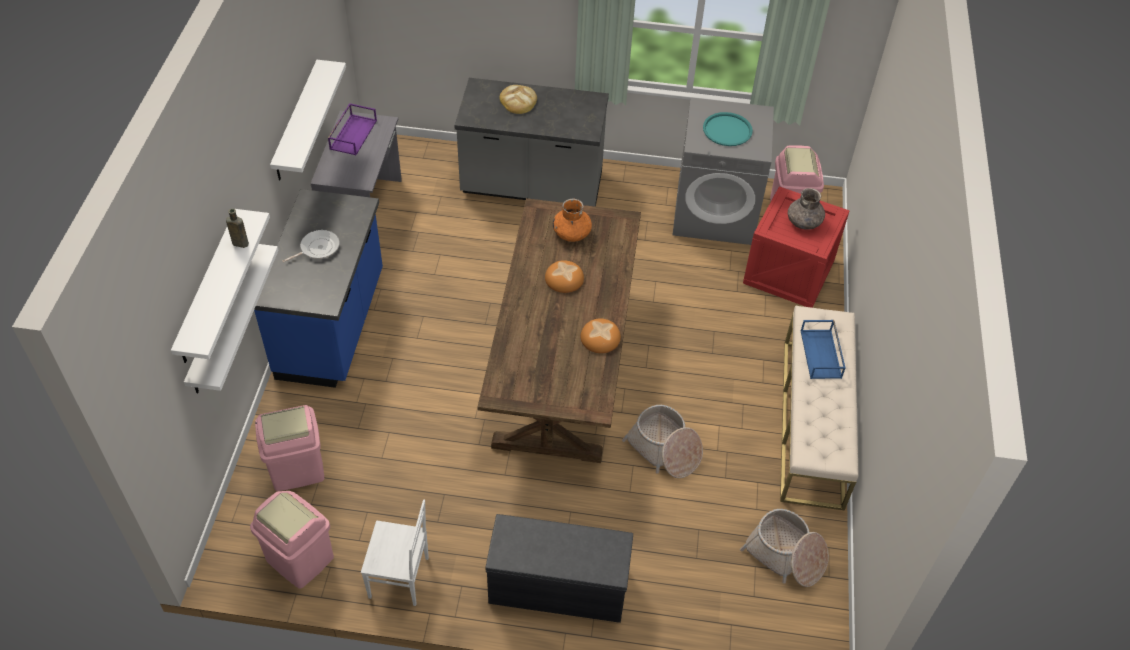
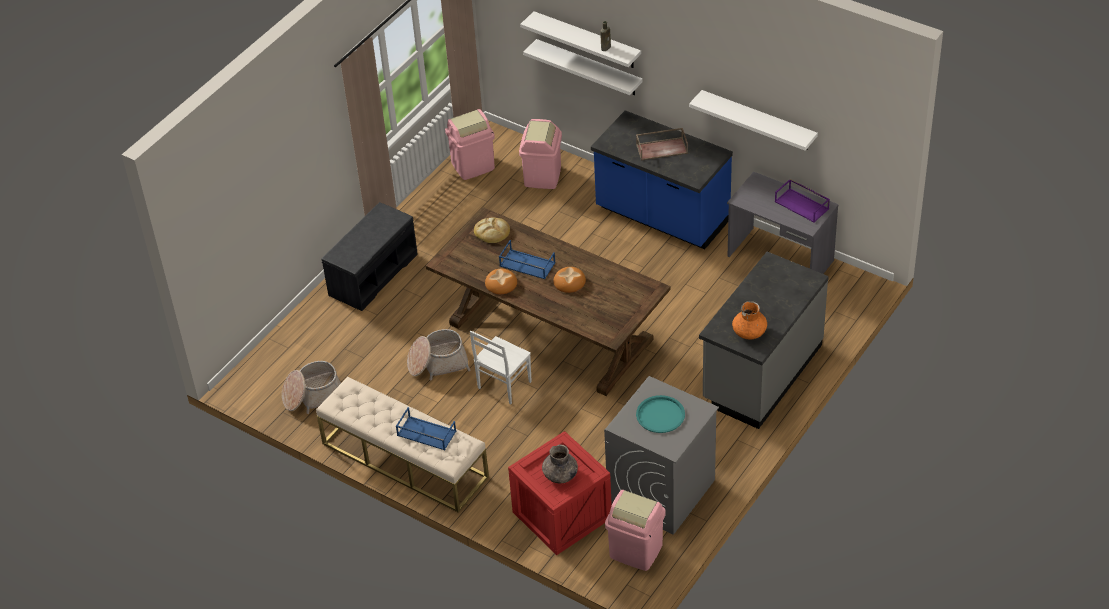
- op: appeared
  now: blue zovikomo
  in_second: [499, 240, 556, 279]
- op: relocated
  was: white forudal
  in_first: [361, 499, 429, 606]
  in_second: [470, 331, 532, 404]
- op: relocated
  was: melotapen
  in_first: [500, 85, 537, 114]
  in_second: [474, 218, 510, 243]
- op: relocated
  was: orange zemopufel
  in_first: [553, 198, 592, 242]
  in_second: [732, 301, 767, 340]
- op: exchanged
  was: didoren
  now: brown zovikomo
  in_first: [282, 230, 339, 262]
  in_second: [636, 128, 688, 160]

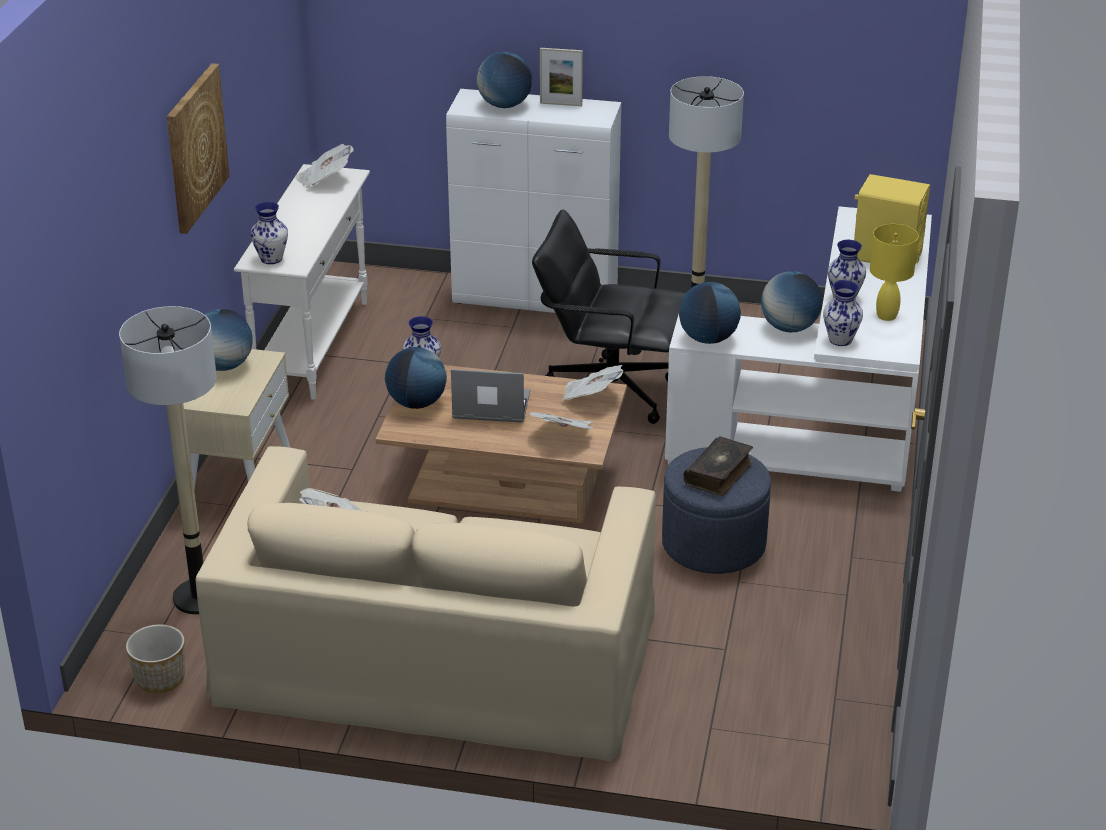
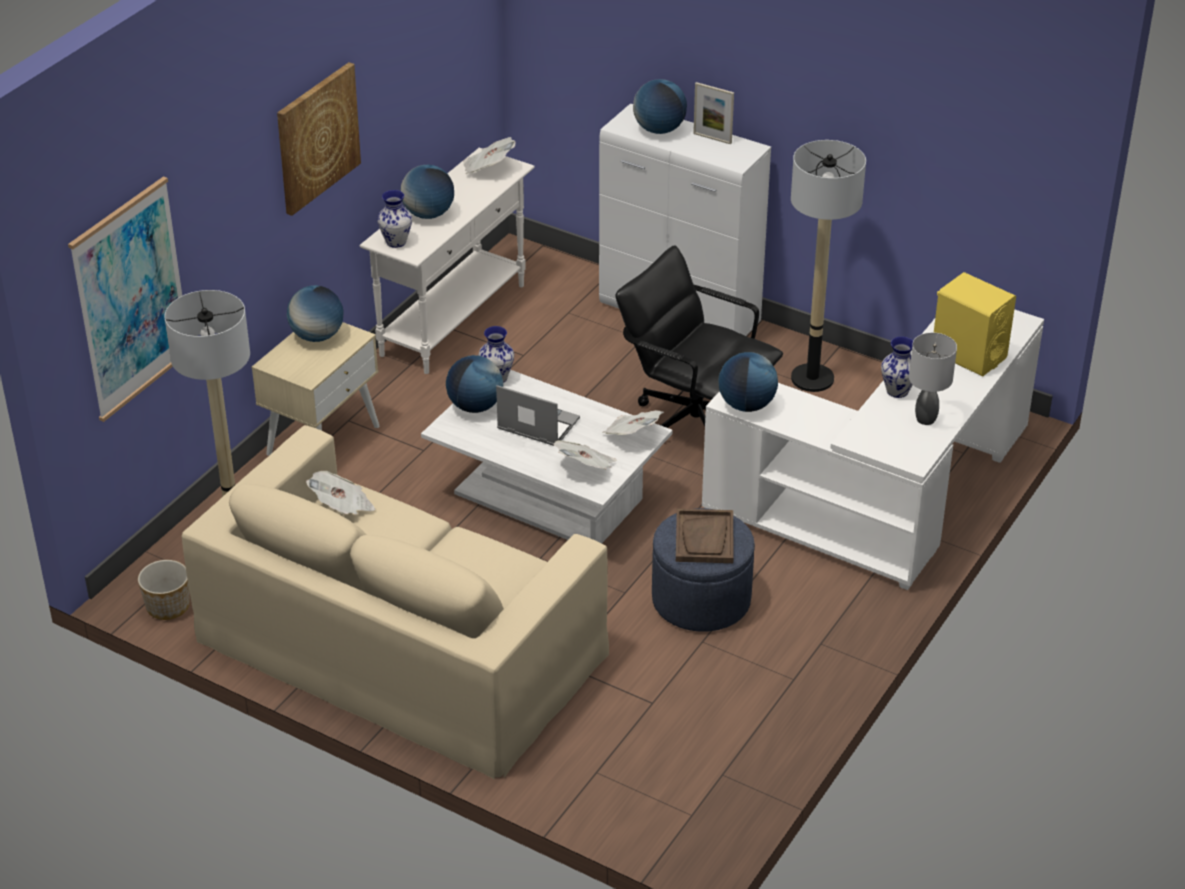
- op: missing
  was: zemopufel
  in_first: [823, 280, 863, 346]
- op: appeared
  now: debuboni
  in_second: [68, 176, 182, 422]
- op: relocated
  was: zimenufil
  in_first: [761, 271, 822, 332]
  in_second: [401, 165, 454, 219]
- op: exchanged
  was: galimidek
  now: brown zovikomo
  in_first: [683, 436, 753, 496]
  in_second: [676, 509, 734, 563]
- op: colour
  was: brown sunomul
  now: white sunomul
  in_first: [375, 365, 627, 523]
  in_second: [421, 370, 672, 543]
- op: colour
  was: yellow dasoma
  now: grey dasoma
  in_first: [870, 224, 918, 321]
  in_second: [909, 333, 957, 425]

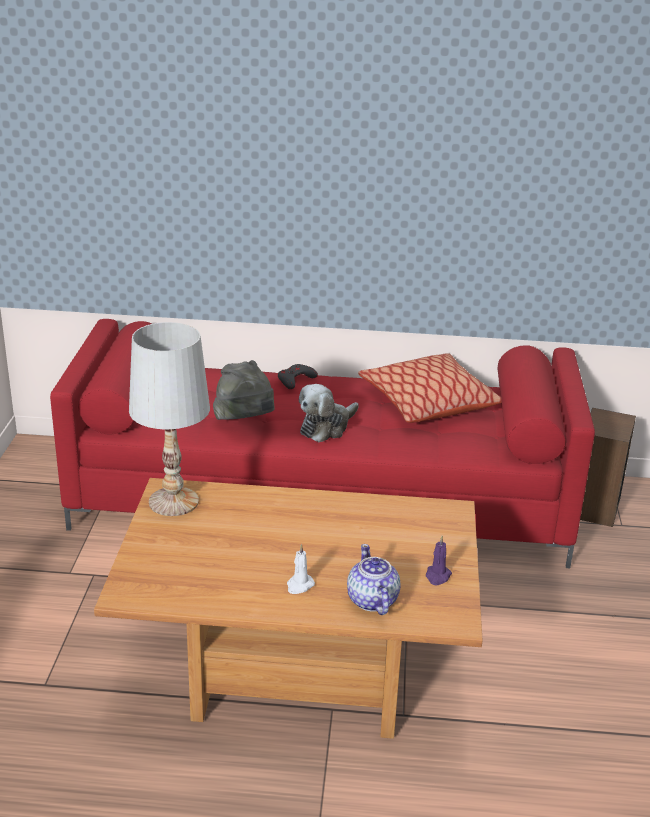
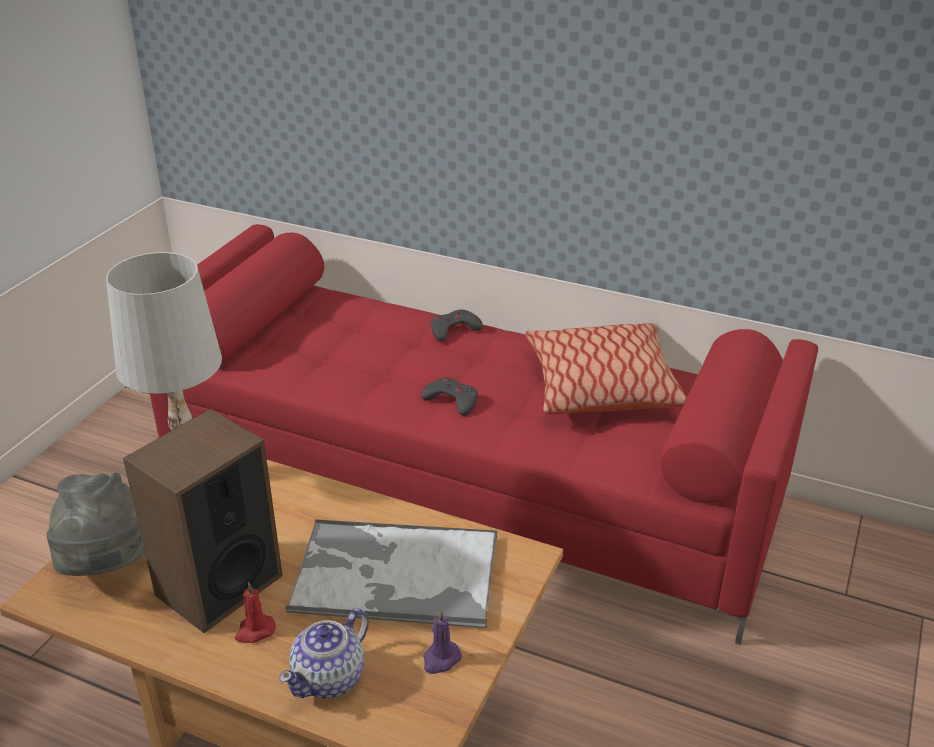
- op: appeared
  now: zovikomo
  in_second: [285, 519, 497, 628]
- op: relocated
  was: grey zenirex
  in_first: [213, 360, 275, 420]
  in_second: [47, 473, 145, 576]
- op: relocated
  was: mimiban
  in_first: [580, 408, 636, 527]
  in_second: [123, 409, 283, 633]
- op: exchanged
  was: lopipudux
  now: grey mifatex
  in_first: [299, 384, 359, 442]
  in_second: [421, 377, 478, 416]
- op: colour
  was: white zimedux
  now: red zimedux
  in_first: [287, 544, 315, 594]
  in_second: [235, 582, 276, 643]
- op: spun
  was: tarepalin
  in_first: [347, 544, 401, 615]
  in_second: [279, 608, 369, 698]
  clockwise: -150

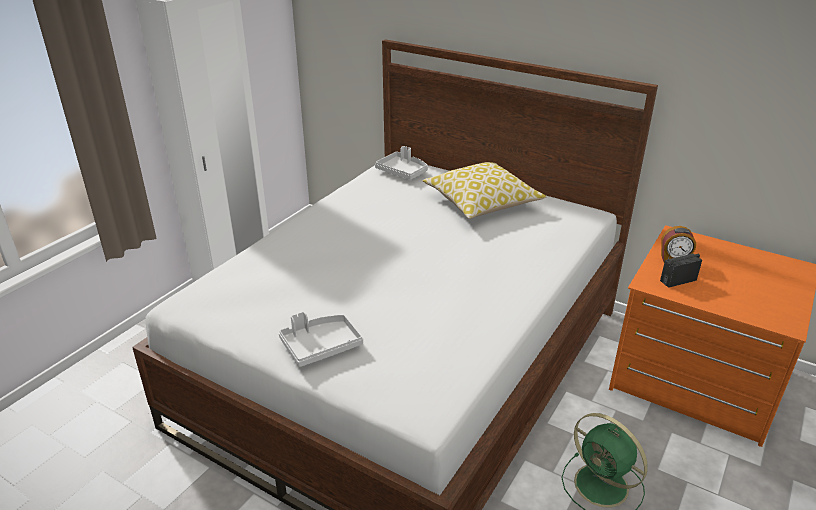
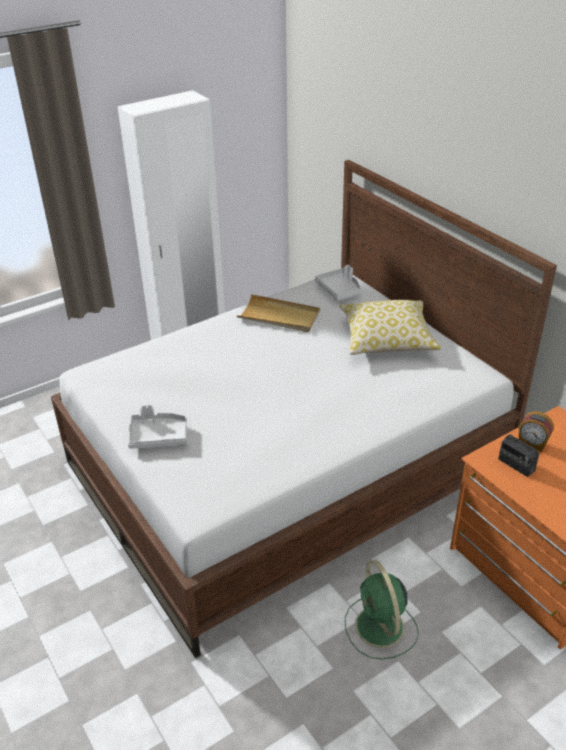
- op: appeared
  now: beige zovikomo
  in_second: [237, 294, 320, 332]
- op: spun
  was: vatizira
  in_first: [660, 238, 702, 288]
  in_second: [498, 435, 540, 477]
  clockwise: -135

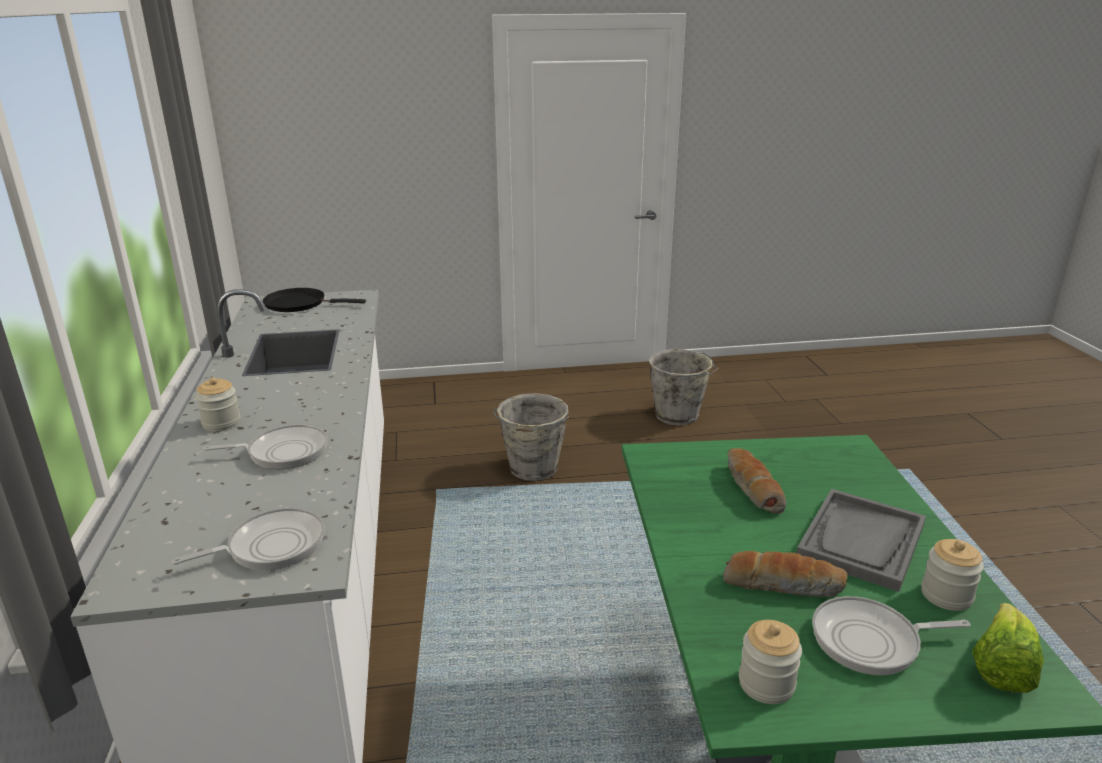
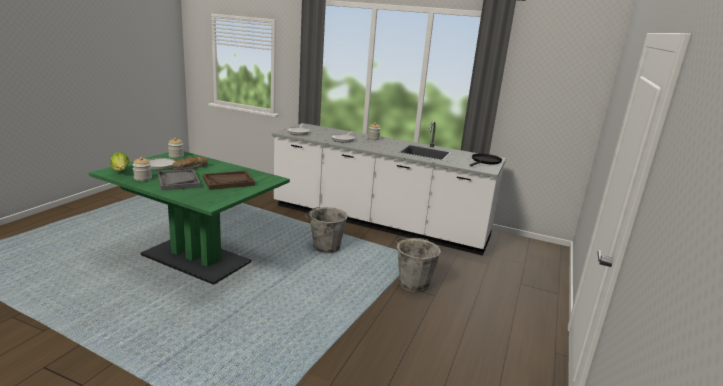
- op: relocated
  was: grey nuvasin
  in_first: [648, 349, 719, 426]
  in_second: [305, 207, 348, 253]
- op: exchanged
  was: melotapen
  now: brown zovikomo
  in_first: [728, 448, 786, 514]
  in_second: [203, 171, 255, 190]

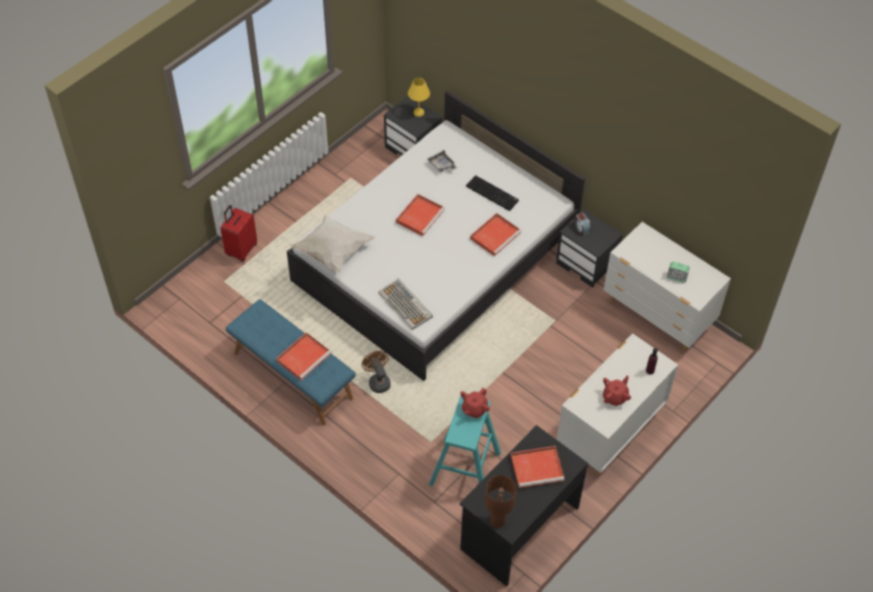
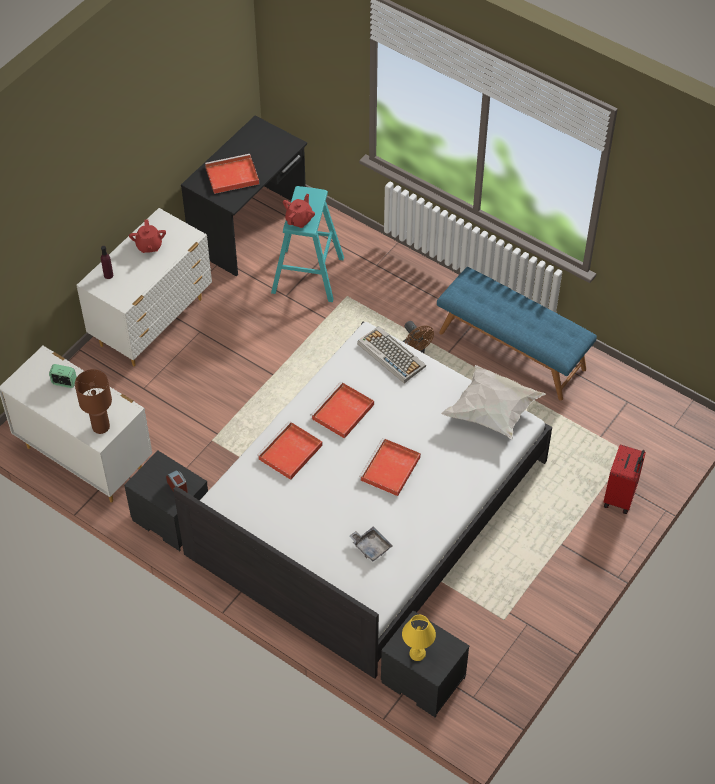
- op: missing
  was: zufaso
  in_first: [466, 175, 519, 211]
- op: relocated
  was: red zovikomo
  in_first: [276, 332, 331, 380]
  in_second: [310, 382, 374, 439]
- op: relocated
  was: brown dasoma
  in_first: [485, 475, 517, 528]
  in_second: [75, 369, 112, 434]
- op: spun
  was: red tarepalin
  in_first: [603, 376, 631, 406]
  in_second: [129, 219, 166, 253]
  clockwise: -45

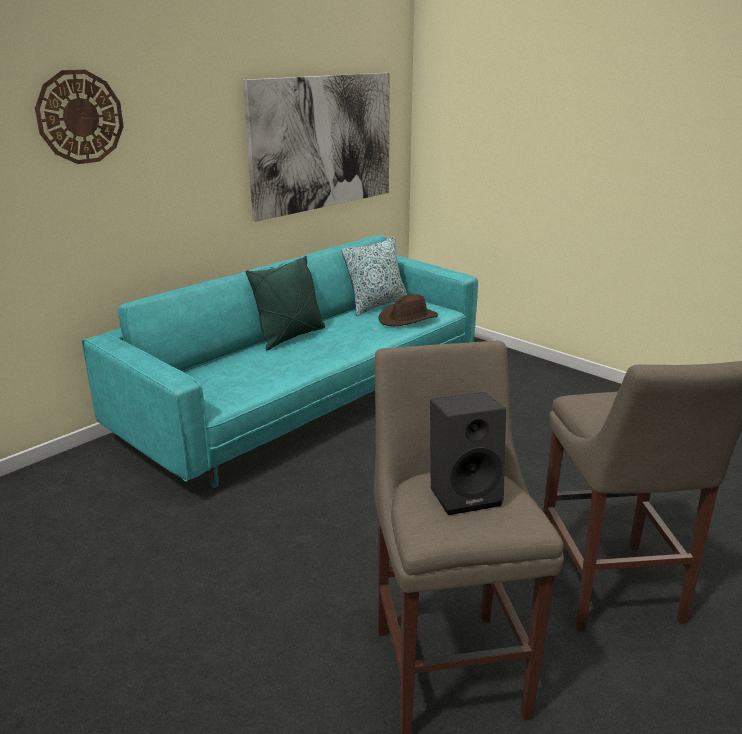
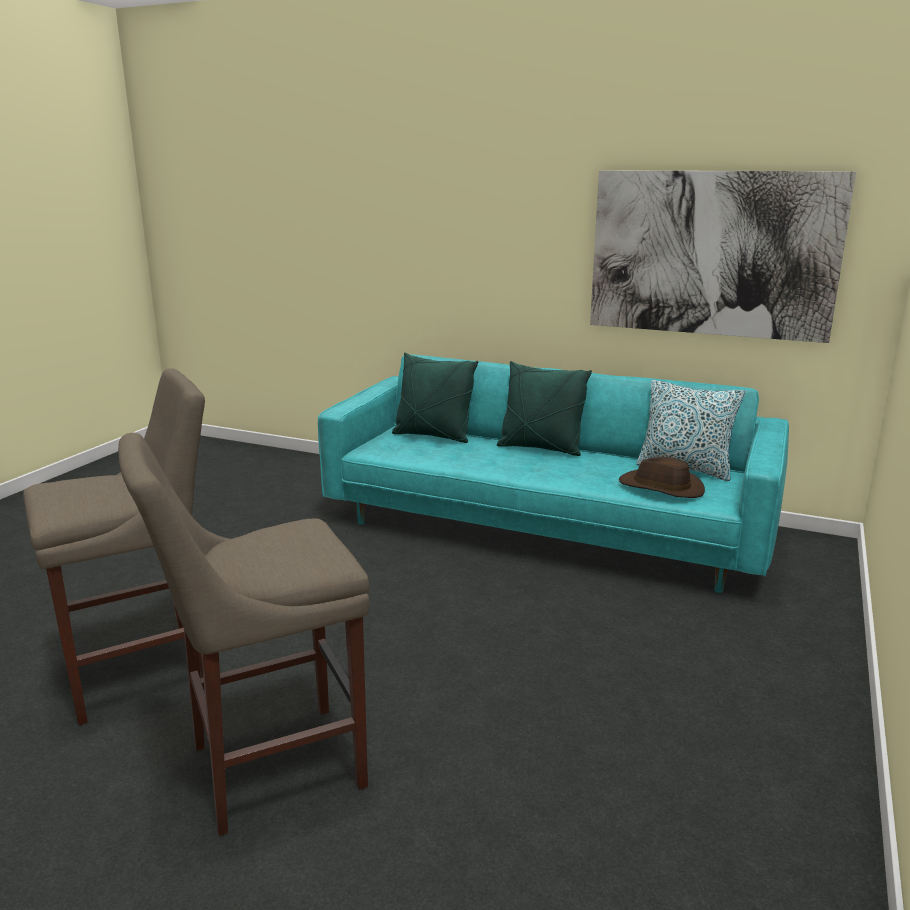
- op: missing
  was: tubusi
  in_first: [35, 70, 124, 164]
- op: missing
  was: black mimiban
  in_first: [430, 392, 506, 515]
- op: appeared
  now: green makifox
  in_second: [392, 352, 478, 443]

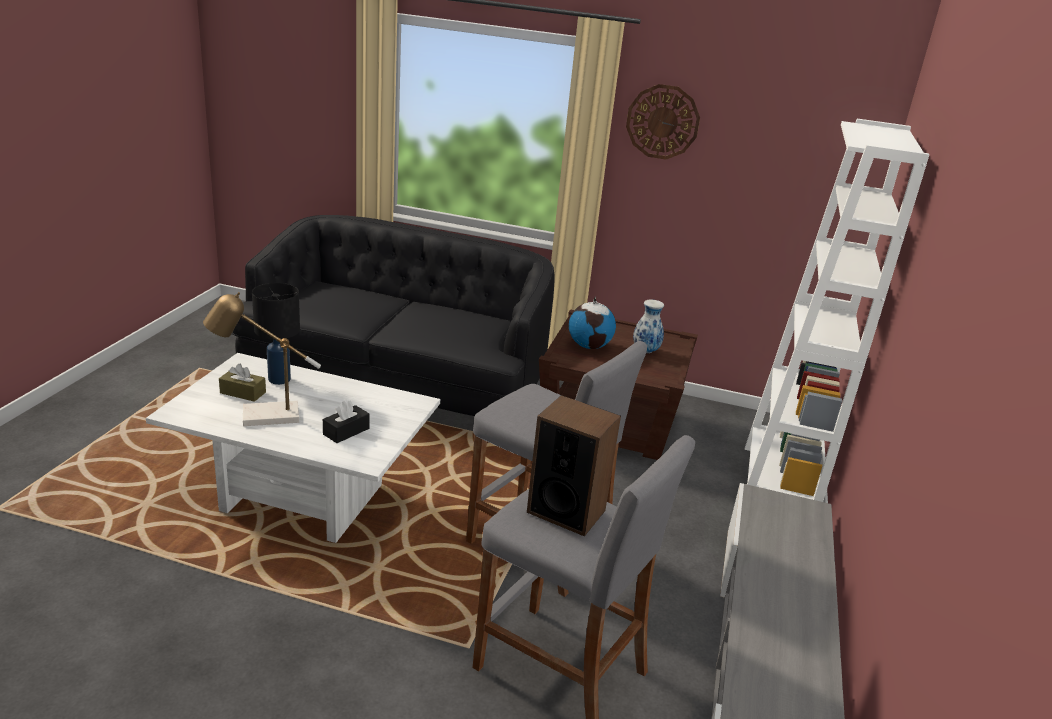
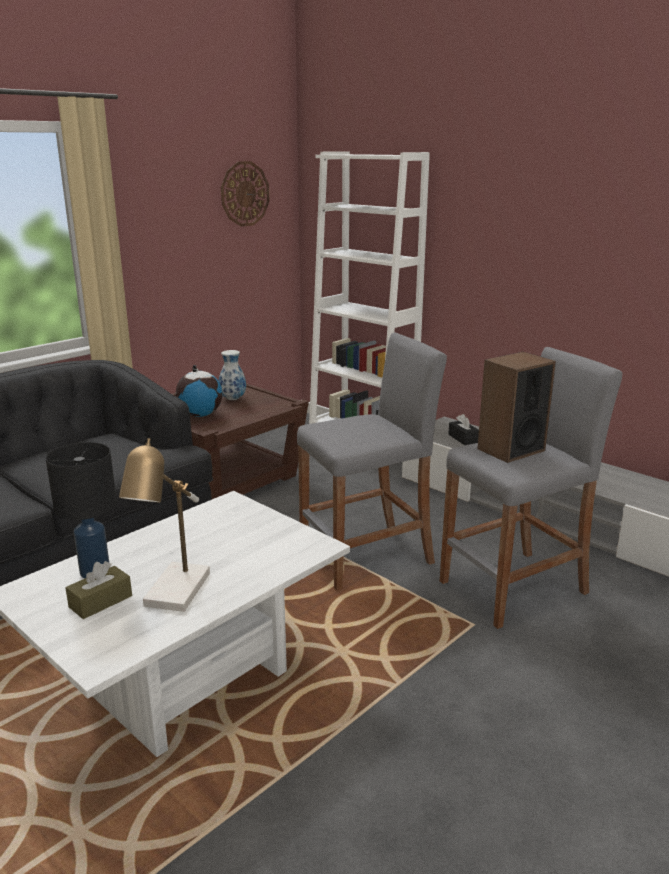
- op: relocated
  was: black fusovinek
  in_first: [323, 400, 370, 443]
  in_second: [448, 414, 479, 445]
- op: relocated
  was: tubusi
  in_first: [626, 84, 700, 160]
  in_second: [221, 161, 269, 227]

